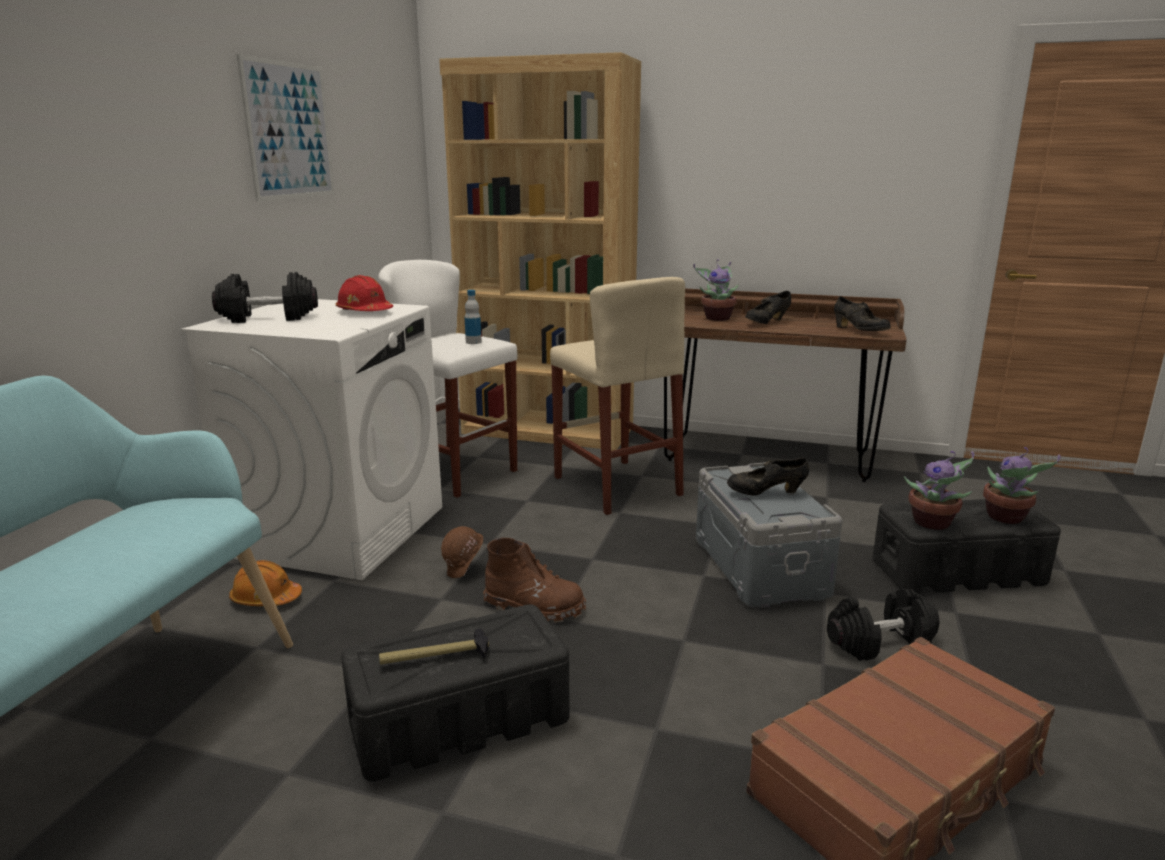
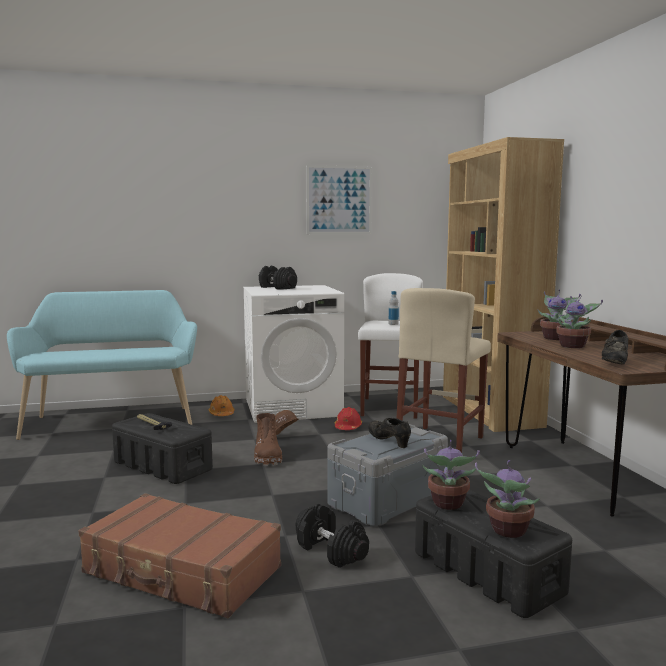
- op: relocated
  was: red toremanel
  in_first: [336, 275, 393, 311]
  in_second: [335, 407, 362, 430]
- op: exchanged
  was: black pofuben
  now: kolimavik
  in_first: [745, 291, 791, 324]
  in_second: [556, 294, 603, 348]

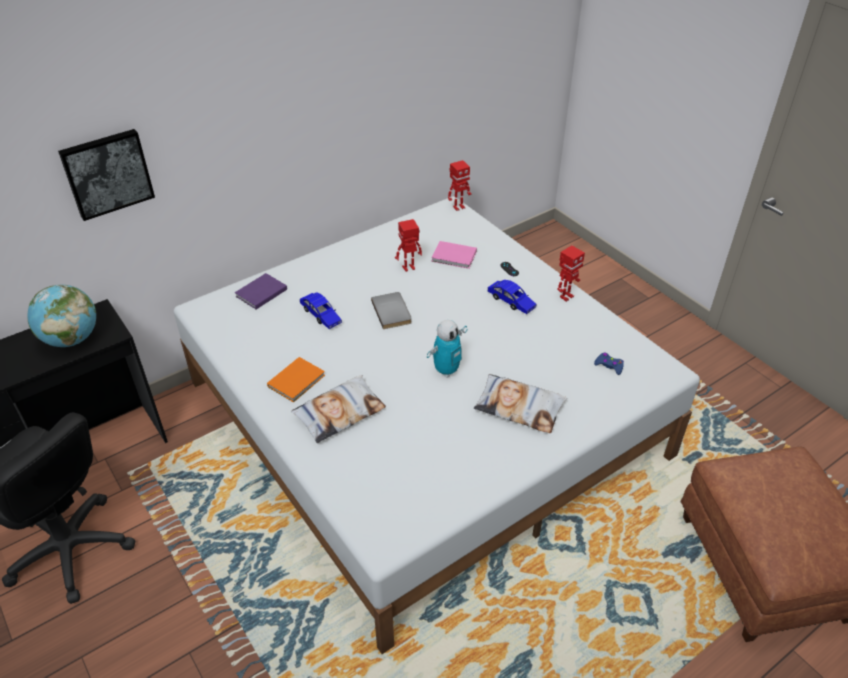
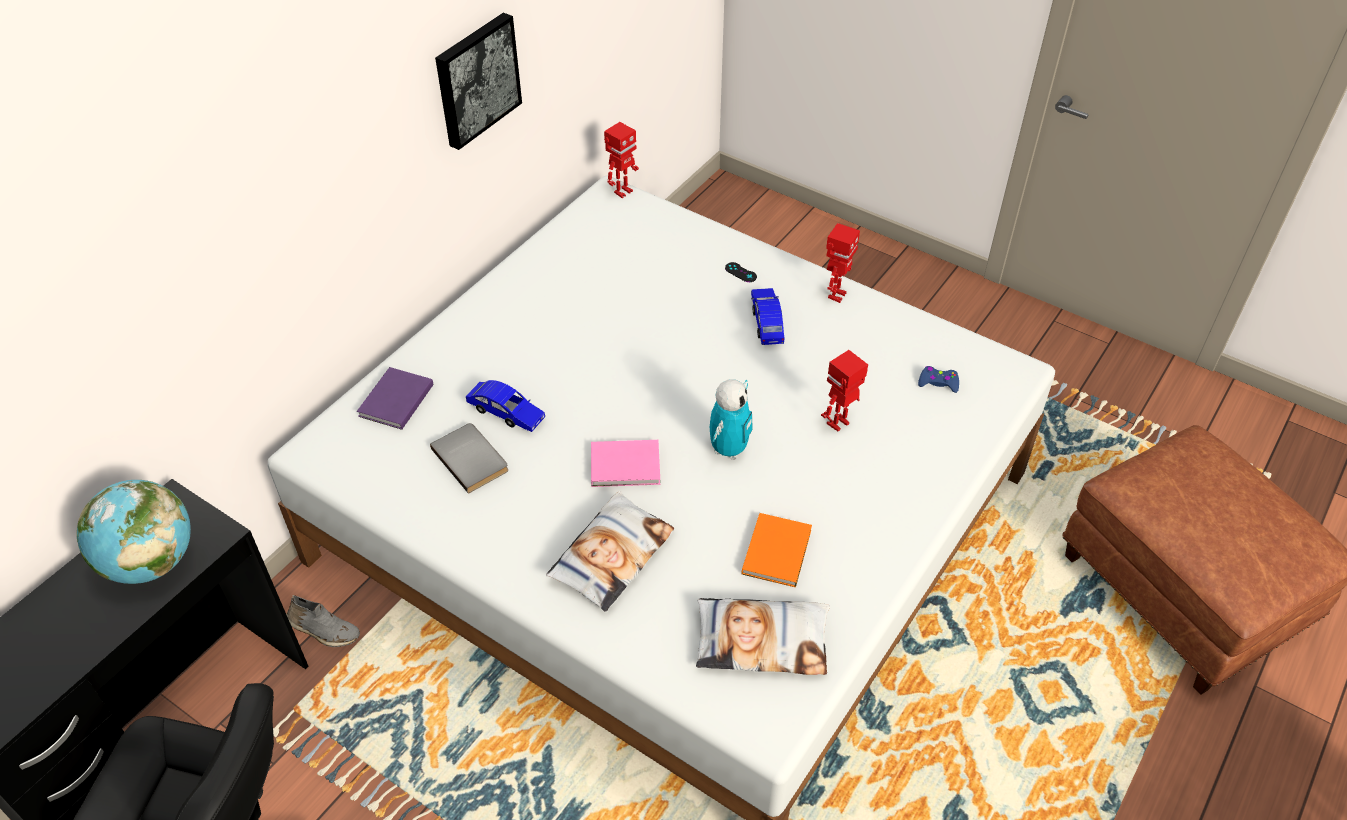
- op: appeared
  now: grey pofuben
  in_second: [286, 595, 360, 647]
- op: relocated
  was: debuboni
  in_first: [58, 129, 155, 221]
  in_second: [435, 13, 522, 150]
- op: relocated
  was: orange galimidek
  in_first: [267, 357, 325, 403]
  in_second: [742, 513, 812, 588]
- op: relocated
  was: grey galimidek
  in_first: [371, 292, 412, 329]
  in_second: [430, 423, 508, 494]
- op: relocated
  was: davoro
  in_first: [395, 219, 422, 272]
  in_second: [821, 350, 868, 431]
- op: relocated
  was: pink galimidek
  in_first: [431, 241, 477, 269]
  in_second: [591, 440, 660, 487]
- op: relocated
  was: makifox
  in_first: [474, 374, 567, 433]
  in_second: [696, 598, 830, 675]
- op: spun
  was: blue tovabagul
  in_first: [488, 280, 536, 314]
  in_second: [751, 288, 784, 345]
  clockwise: -120

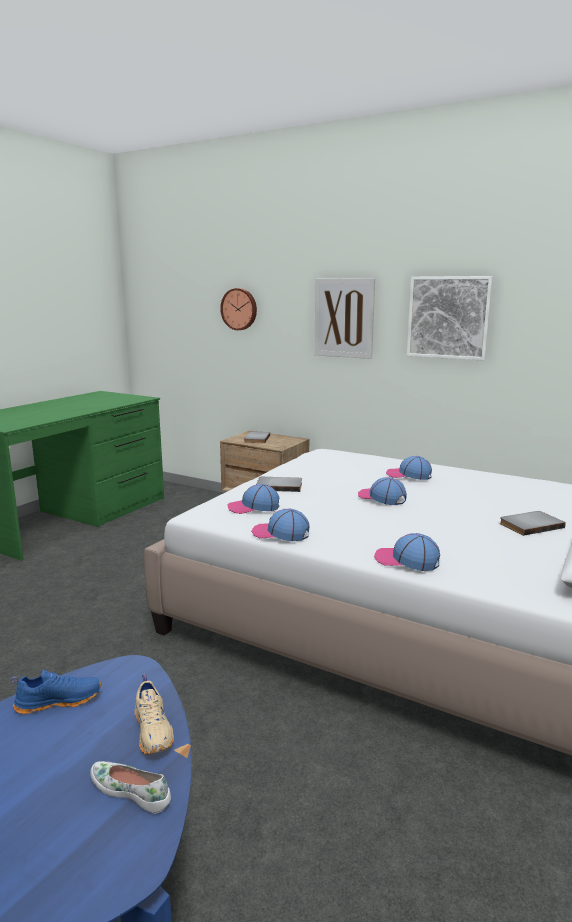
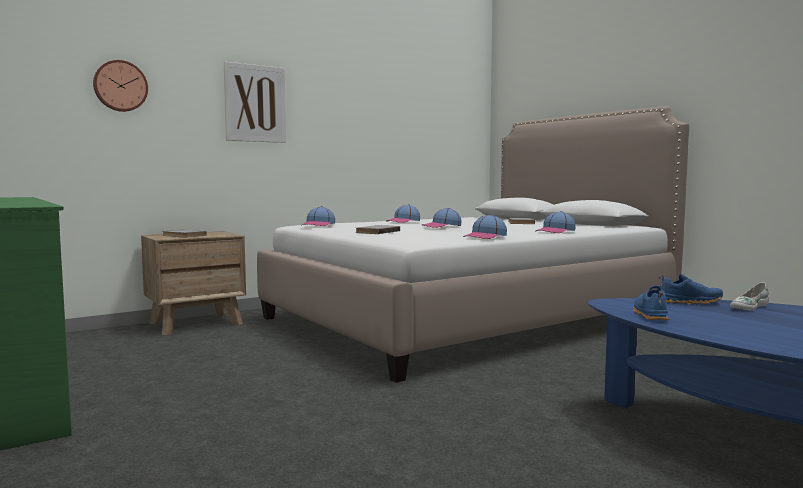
- op: missing
  was: debuboni
  in_first: [407, 276, 493, 361]
- op: relocated
  was: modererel
  in_first: [227, 484, 279, 514]
  in_second: [302, 206, 335, 226]
- op: colour
  was: beige pofuben
  now: blue pofuben
  in_first: [135, 674, 174, 755]
  in_second: [659, 274, 723, 304]

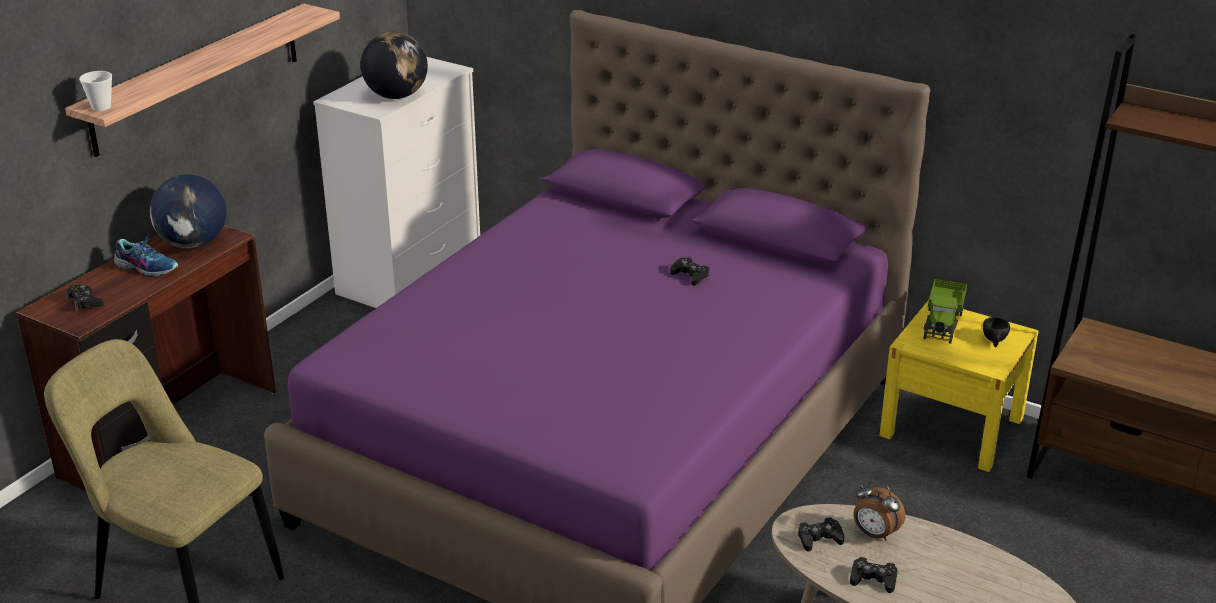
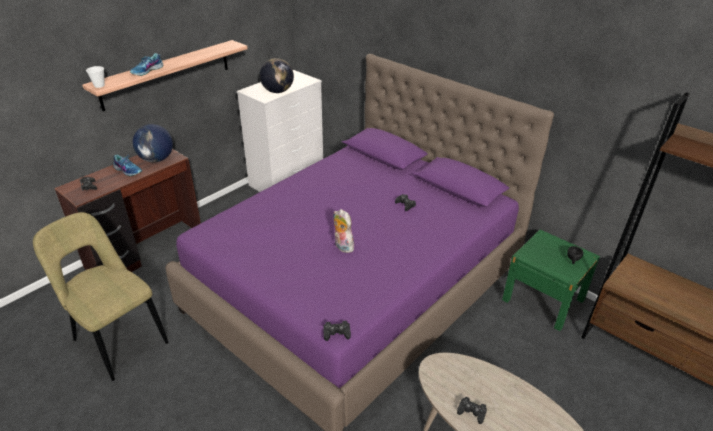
- op: missing
  was: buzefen
  in_first: [853, 481, 905, 541]
- op: missing
  was: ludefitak
  in_first: [923, 279, 967, 344]
- op: appeared
  now: pofuben
  in_second: [130, 53, 163, 76]
- op: appeared
  now: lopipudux
  in_second: [333, 209, 354, 253]
- op: relocated
  was: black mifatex
  in_first: [798, 517, 844, 552]
  in_second: [323, 321, 351, 341]
- op: colour
  was: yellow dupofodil
  now: green dupofodil
  in_first: [879, 300, 1039, 472]
  in_second: [502, 229, 600, 331]

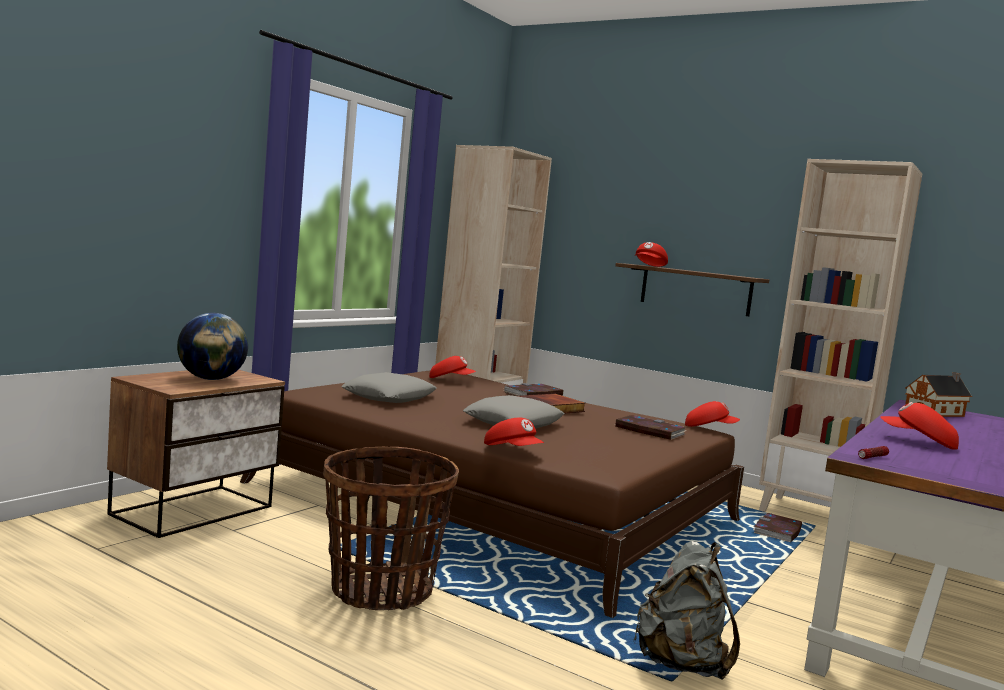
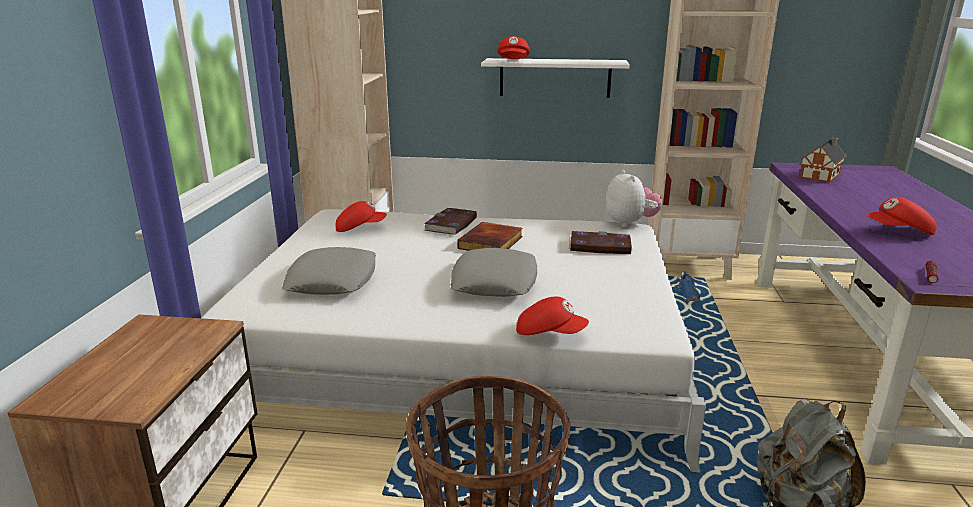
- op: missing
  was: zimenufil
  in_first: [177, 313, 248, 380]
- op: exchanged
  was: red modererel
  now: lopipudux
  in_first: [685, 401, 740, 427]
  in_second: [606, 170, 662, 228]
- op: exchanged
  was: galimidek
  now: blue pofuben
  in_first: [753, 513, 802, 542]
  in_second: [678, 271, 700, 301]
- op: colour
  was: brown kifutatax
  now: white kifutatax
  in_first: [240, 371, 744, 618]
  in_second: [202, 209, 706, 472]
- op: colour
  was: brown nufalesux
  now: white nufalesux
  in_first: [615, 263, 769, 316]
  in_second: [481, 58, 630, 98]

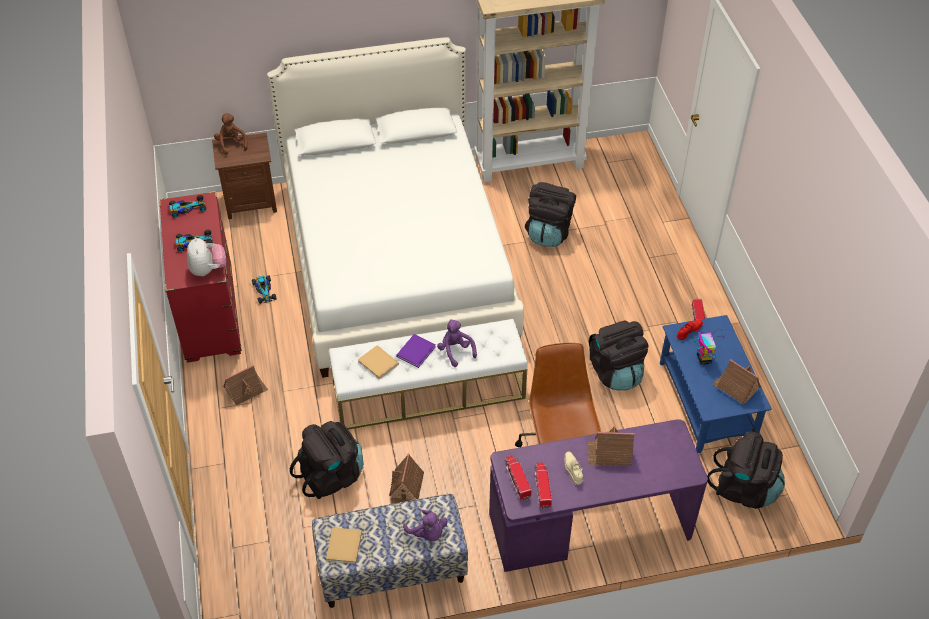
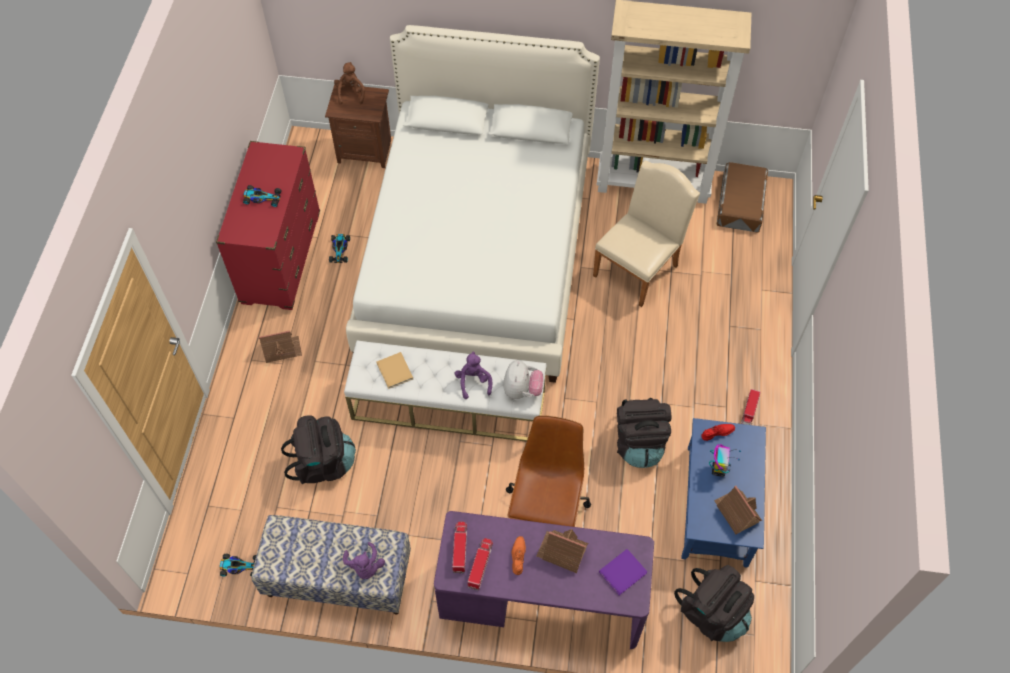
- op: missing
  was: beige galimidek
  in_first: [326, 527, 362, 564]
- op: missing
  was: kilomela
  in_first: [389, 453, 424, 504]
- op: appeared
  now: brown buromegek
  in_second: [717, 162, 768, 233]
- op: relocated
  was: tovabagul
  in_first: [169, 195, 206, 218]
  in_second: [220, 554, 256, 577]
- op: relocated
  was: lopipudux
  in_first: [187, 237, 226, 277]
  in_second: [503, 360, 543, 399]
- op: relocated
  was: purple galimidek
  in_first: [397, 334, 436, 368]
  in_second: [599, 549, 647, 595]
- op: exchanged
  was: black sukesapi
  now: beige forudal
  in_first: [525, 182, 576, 247]
  in_second: [593, 161, 700, 307]
- op: colour
  was: beige pofuben
  now: orange pofuben
  in_first: [565, 452, 583, 485]
  in_second: [512, 536, 526, 575]

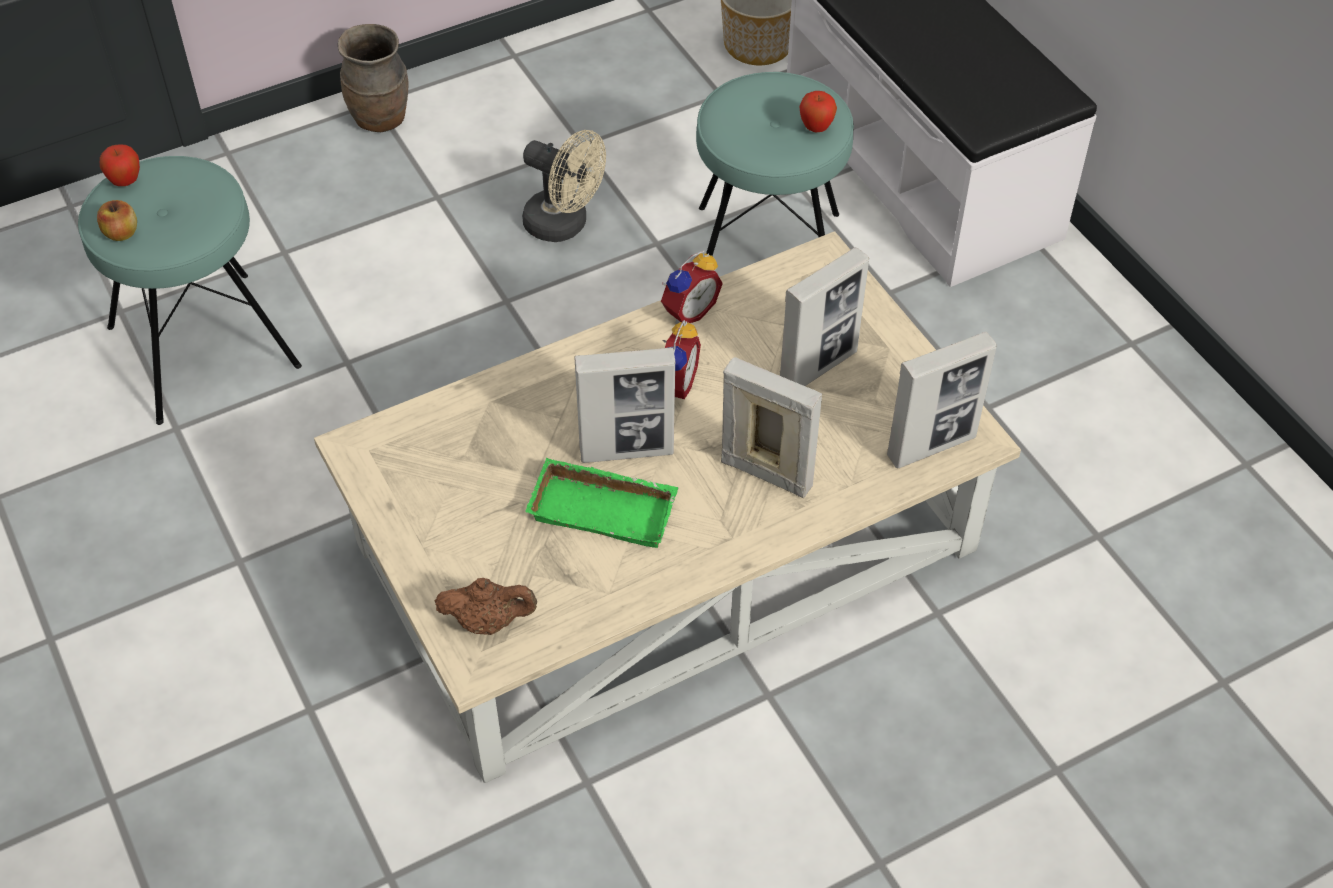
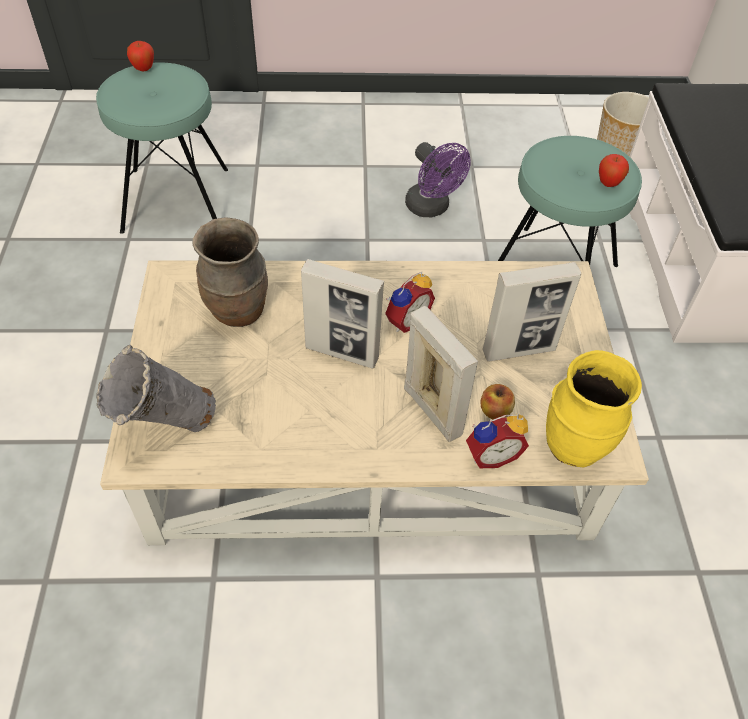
- op: missing
  was: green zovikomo
  in_first: [525, 458, 679, 548]
- op: relocated
  was: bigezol
  in_first: [97, 200, 137, 241]
  in_second: [480, 384, 515, 419]
- op: relocated
  was: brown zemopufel
  in_first: [338, 24, 409, 132]
  in_second: [193, 217, 268, 327]
- op: relocated
  was: buzefen
  in_first: [661, 251, 723, 324]
  in_second: [466, 414, 529, 468]
- op: exchanged
  was: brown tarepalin
  now: grey zemopufel
  in_first: [434, 578, 537, 635]
  in_second: [96, 345, 216, 432]
- op: exchanged
  was: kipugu
  now: yellow zemopufel
  in_first: [887, 332, 997, 468]
  in_second: [546, 350, 642, 468]
- op: colour
  was: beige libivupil
  now: purple libivupil
  in_first: [522, 130, 606, 242]
  in_second: [405, 142, 471, 217]

